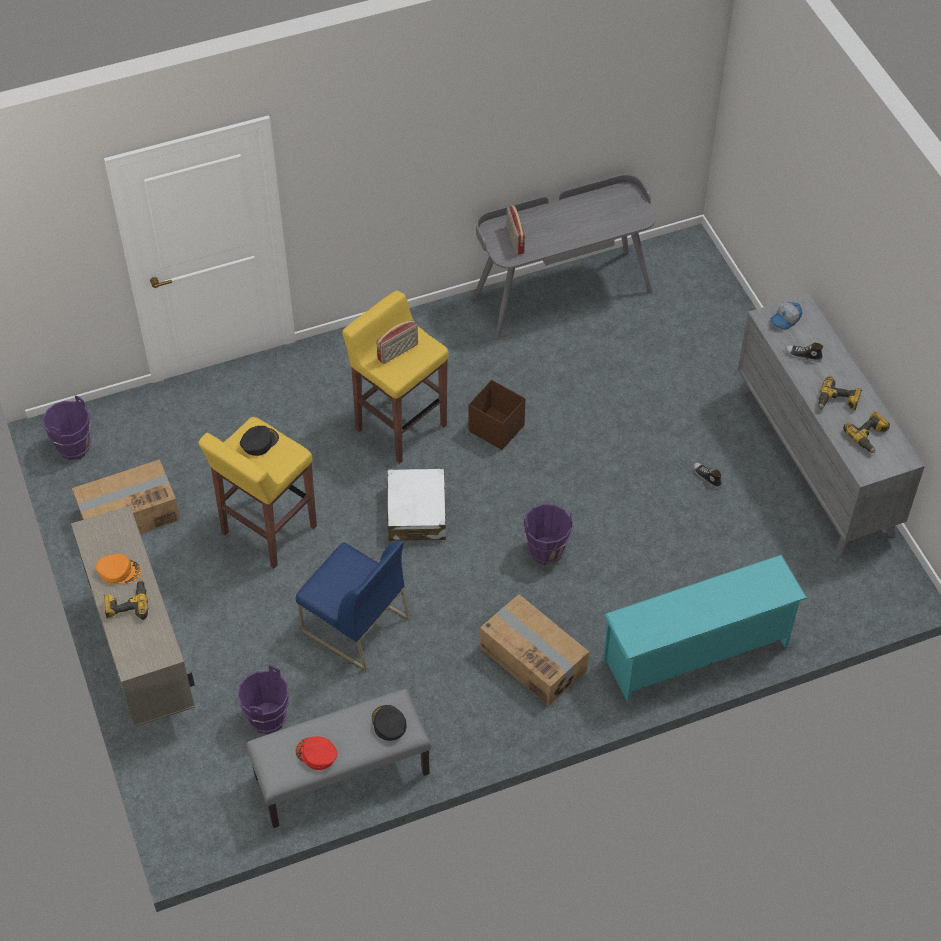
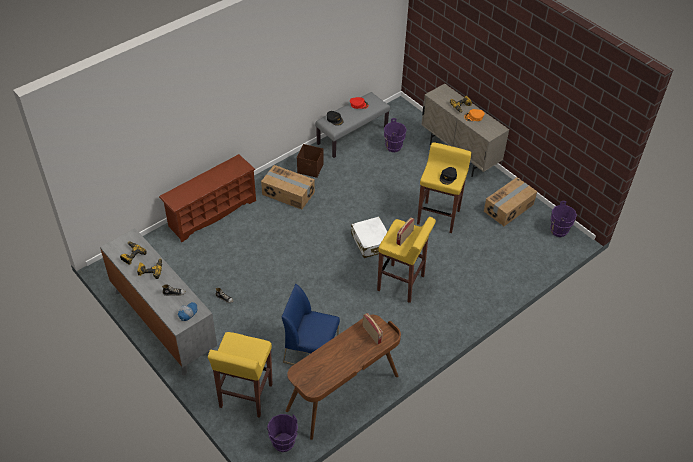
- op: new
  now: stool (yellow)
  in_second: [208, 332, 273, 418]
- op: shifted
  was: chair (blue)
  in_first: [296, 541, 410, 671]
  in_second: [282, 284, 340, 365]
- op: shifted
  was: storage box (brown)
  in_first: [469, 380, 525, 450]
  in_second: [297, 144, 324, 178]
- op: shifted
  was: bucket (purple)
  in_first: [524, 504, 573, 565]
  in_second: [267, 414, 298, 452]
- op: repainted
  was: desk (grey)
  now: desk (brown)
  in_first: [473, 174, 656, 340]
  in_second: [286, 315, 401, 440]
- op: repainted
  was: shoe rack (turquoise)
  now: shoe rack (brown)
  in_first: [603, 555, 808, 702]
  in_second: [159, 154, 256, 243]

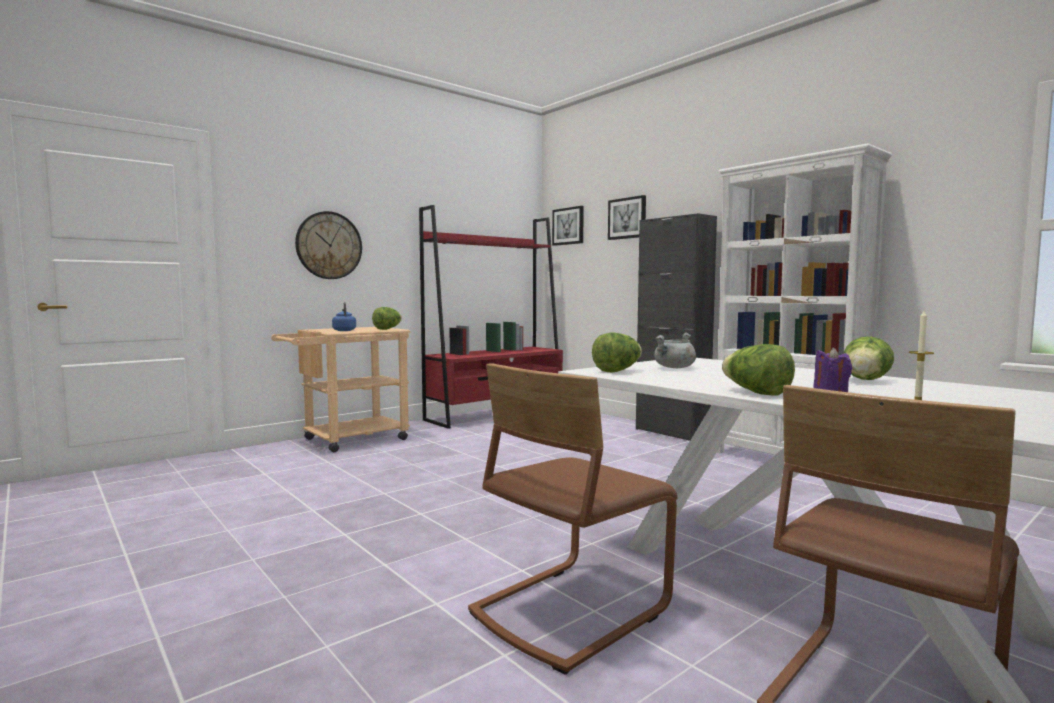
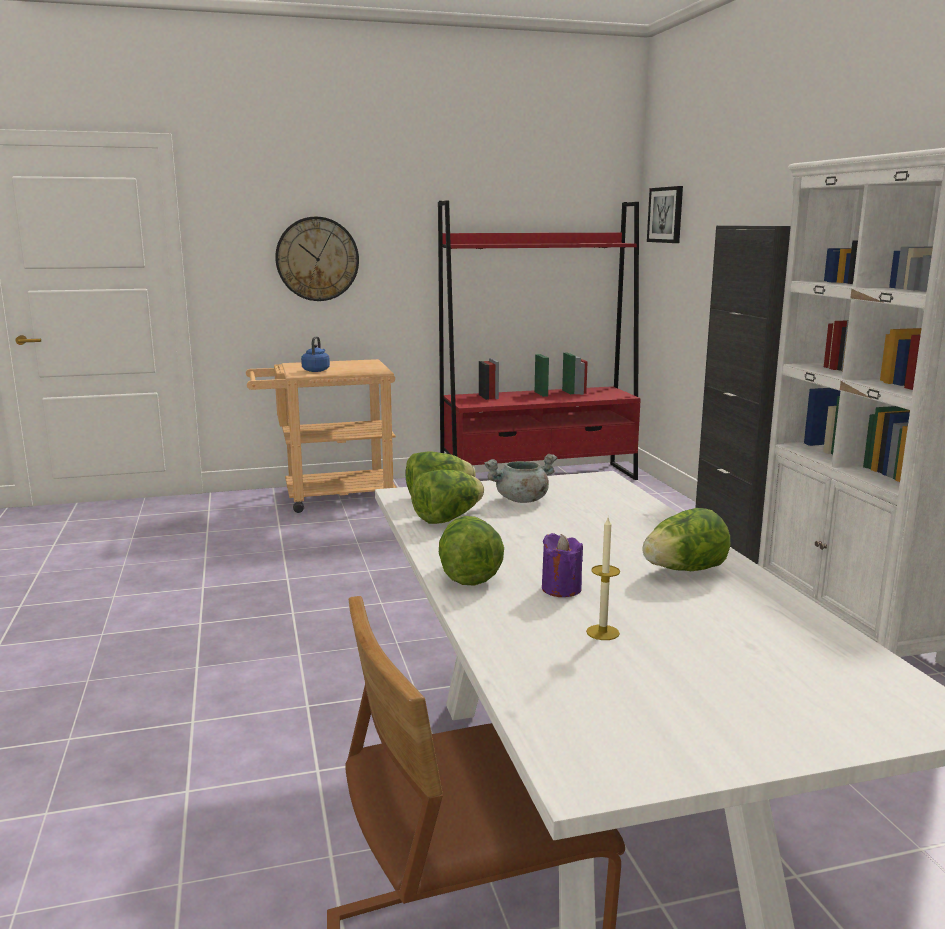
- op: gone
  was: chair (brown)
  in_first: [468, 363, 678, 675]
- op: gone
  was: picture
  in_first: [608, 195, 646, 240]
- op: shifted
  was: lettuce
  in_first: [372, 307, 402, 330]
  in_second: [411, 469, 484, 524]

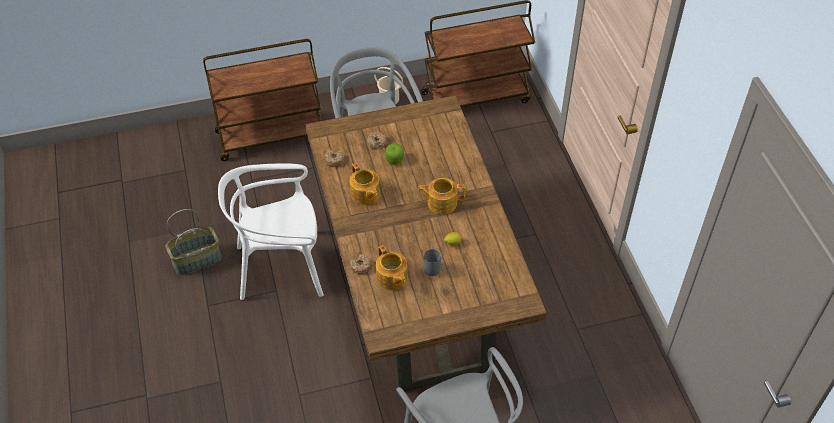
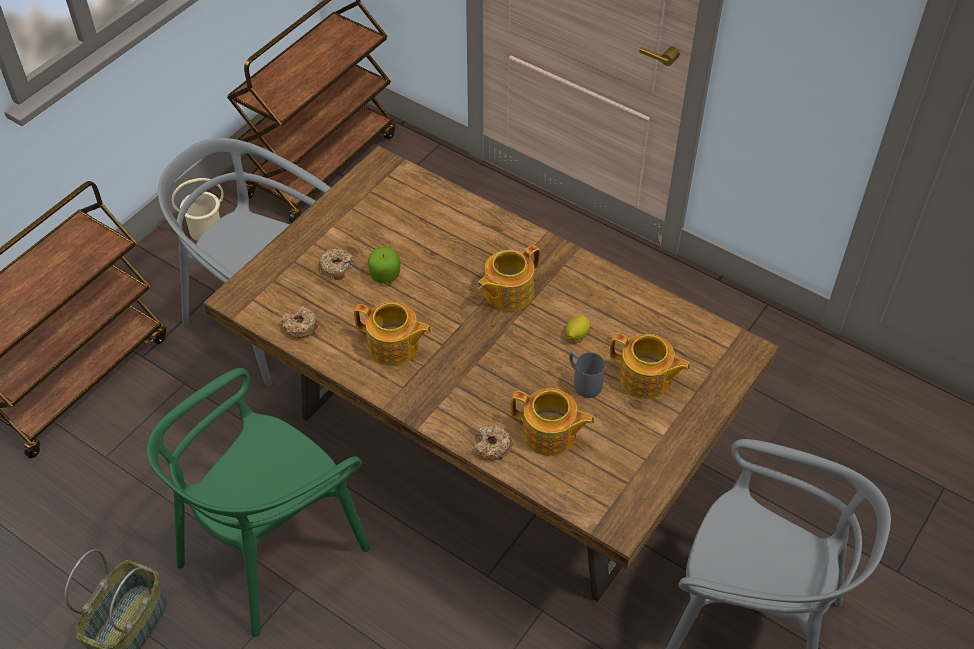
- op: new
  now: teapot
  in_second: [610, 333, 691, 399]
- op: repainted
  was: chair (white)
  now: chair (green)
  in_first: [218, 163, 324, 300]
  in_second: [147, 368, 371, 637]

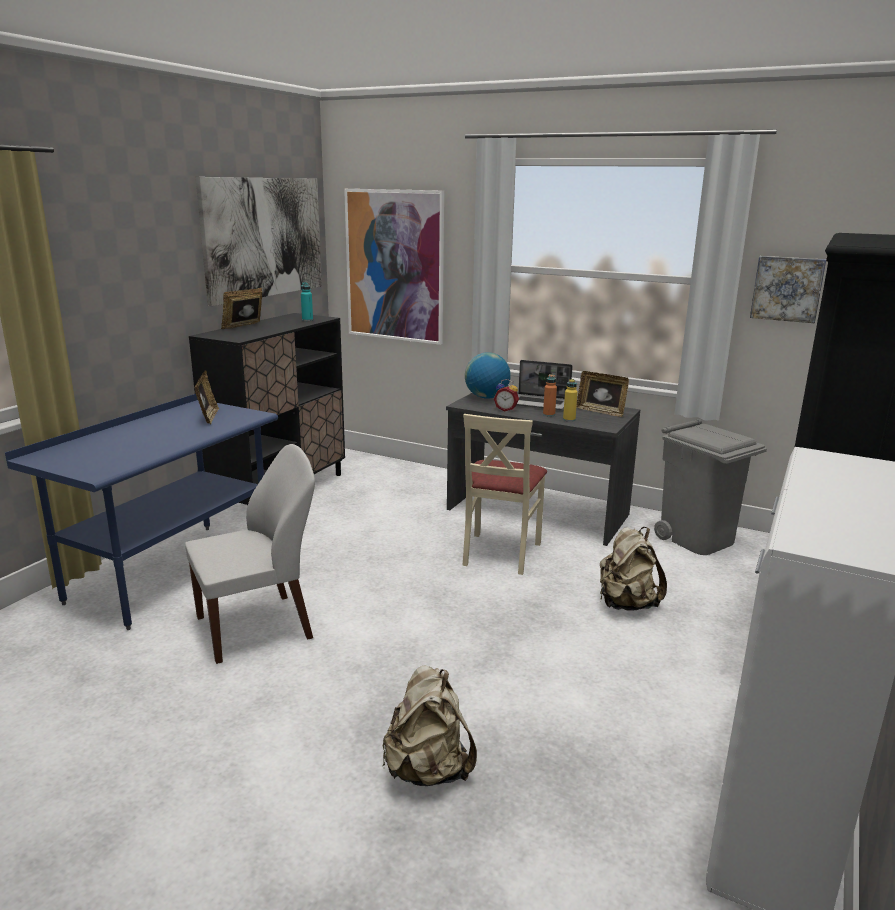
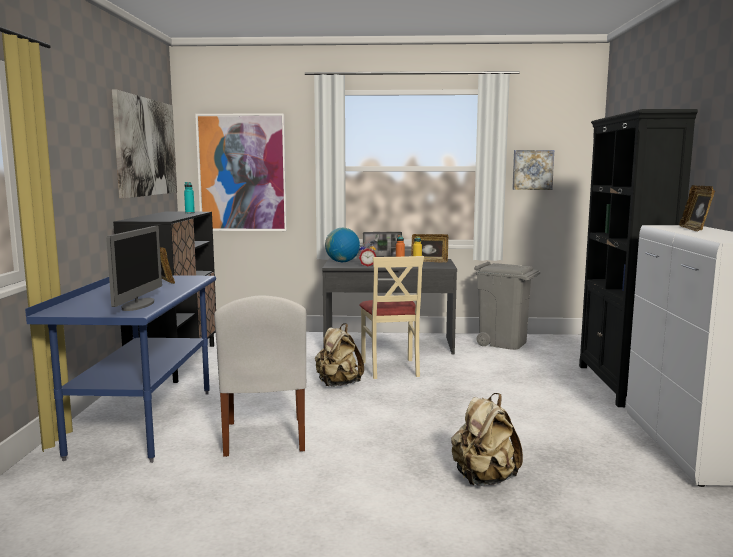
- op: new
  now: monitor
  in_second: [106, 226, 162, 311]
- op: shifted
  was: picture frame
  in_first: [221, 288, 262, 329]
  in_second: [679, 185, 715, 231]
- op: shifted
  was: backpack (beige)
  in_first: [600, 527, 667, 611]
  in_second: [315, 323, 364, 387]
- op: rotated
  was: chair (white)
  in_first: [185, 444, 315, 664]
  in_second: [214, 295, 307, 457]
  clockwise: 135

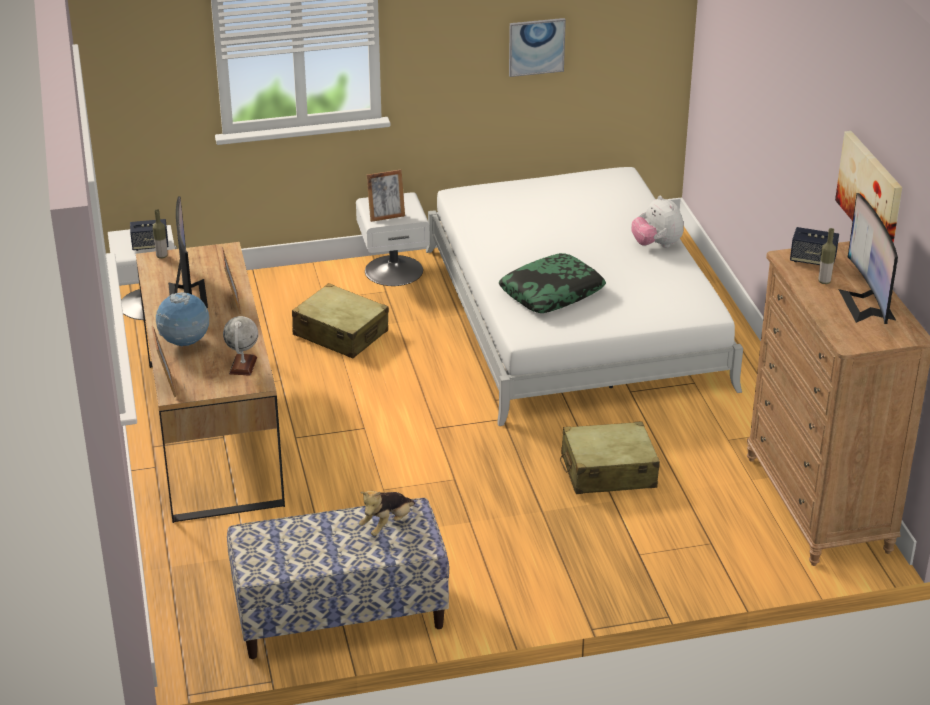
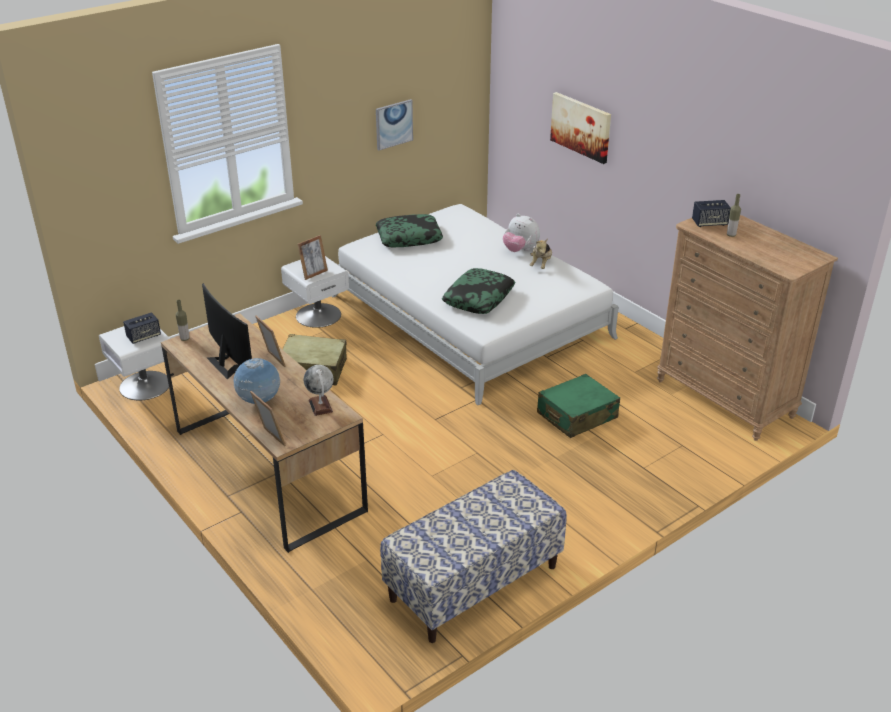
- op: gone
  was: monitor
  in_first: [838, 193, 898, 324]
- op: new
  now: pillow
  in_second: [376, 214, 443, 247]
- op: shifted
  was: plush toy
  in_first: [359, 491, 415, 536]
  in_second: [530, 239, 552, 269]
- op: shifted
  was: picture
  in_first: [835, 131, 902, 243]
  in_second: [550, 92, 611, 164]
- op: repainted
  was: suitcase (beige)
  now: suitcase (green)
  in_first: [560, 421, 660, 494]
  in_second: [537, 374, 620, 438]

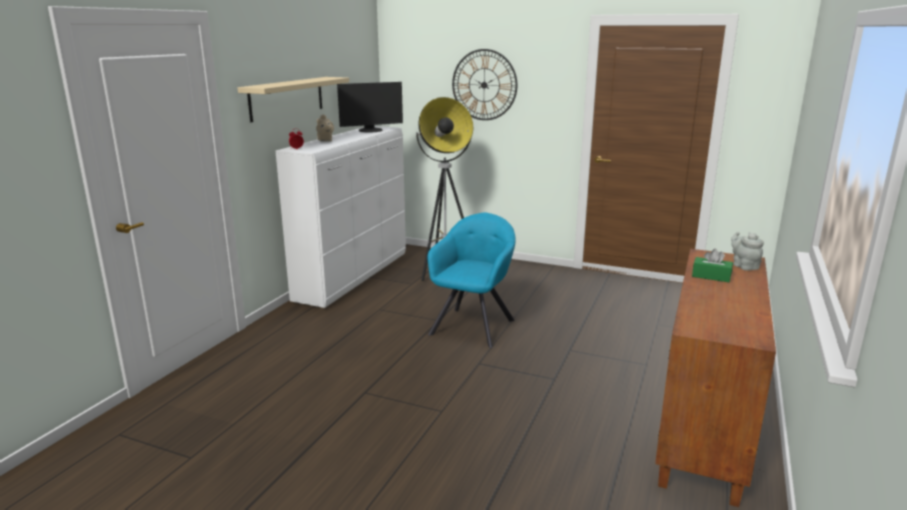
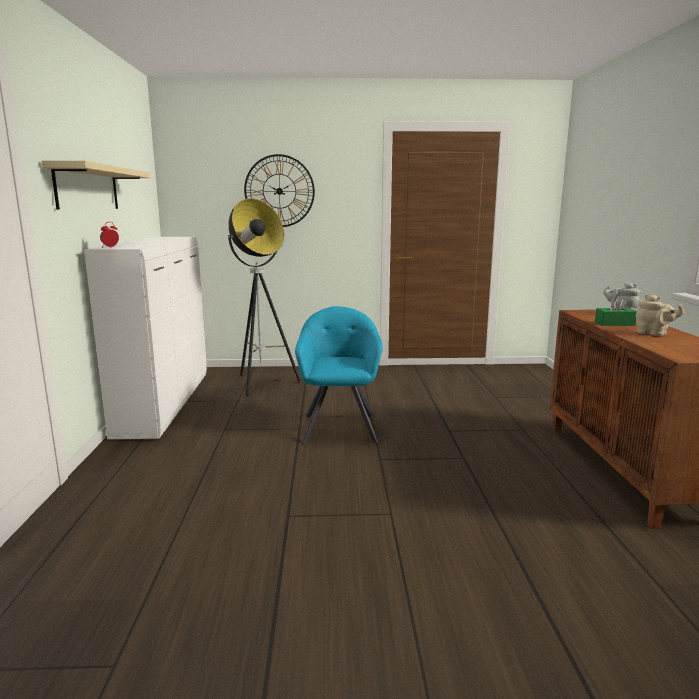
- op: gone
  was: monitor
  in_first: [337, 82, 403, 132]
- op: shifted
  was: teapot (beige)
  in_first: [316, 114, 334, 142]
  in_second: [636, 295, 684, 336]

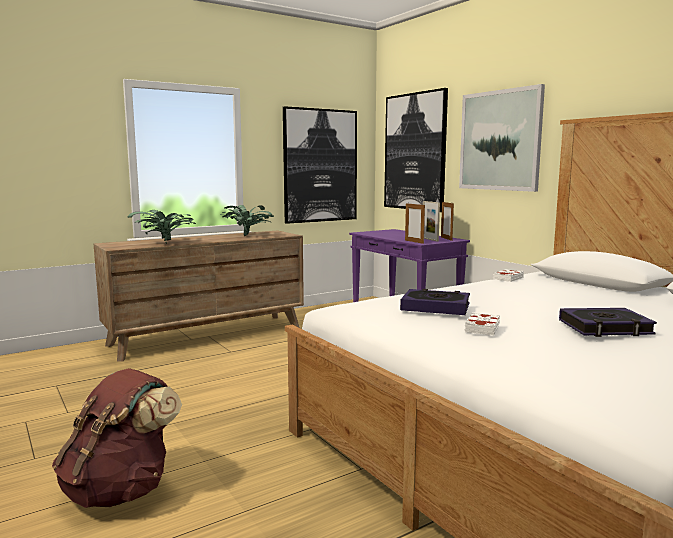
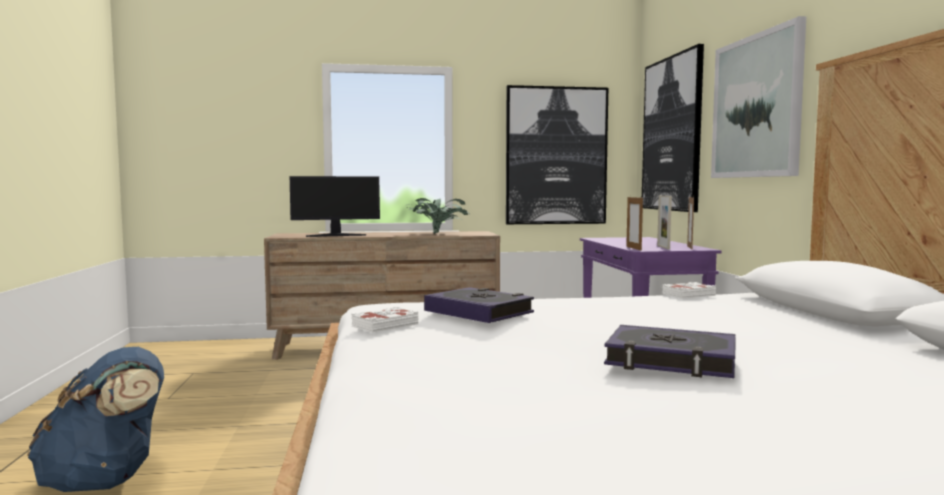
- op: shifted
  was: book (white)
  in_first: [465, 312, 500, 335]
  in_second: [351, 307, 418, 333]
- op: swapped
  was: potted plant
  now: monitor
  in_first: [127, 210, 196, 244]
  in_second: [290, 176, 380, 237]
- op: repainted
  was: backpack (brown)
  now: backpack (blue)
  in_first: [52, 368, 182, 508]
  in_second: [27, 347, 164, 492]

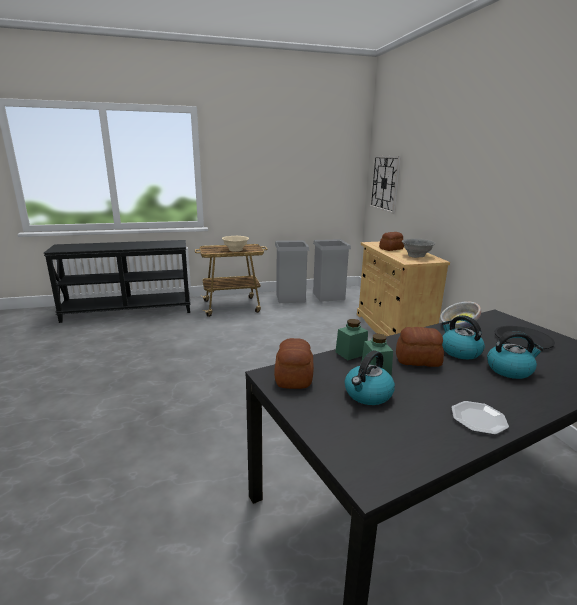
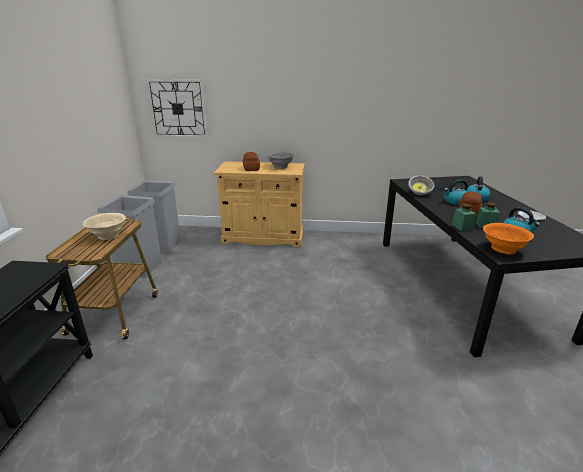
- op: swapped
  was: bread
  now: bowl (orange)
  in_first: [274, 338, 314, 389]
  in_second: [483, 223, 534, 254]

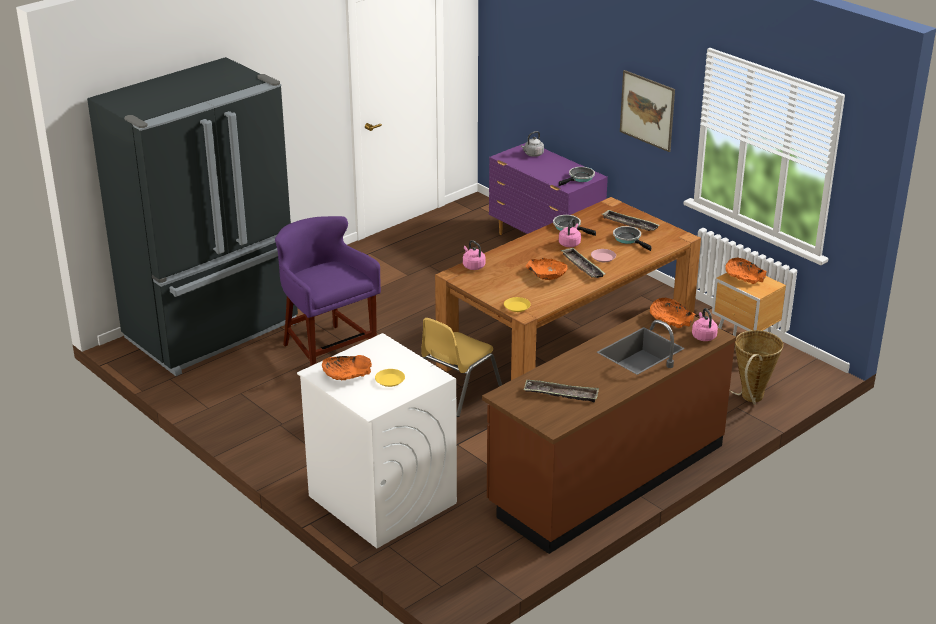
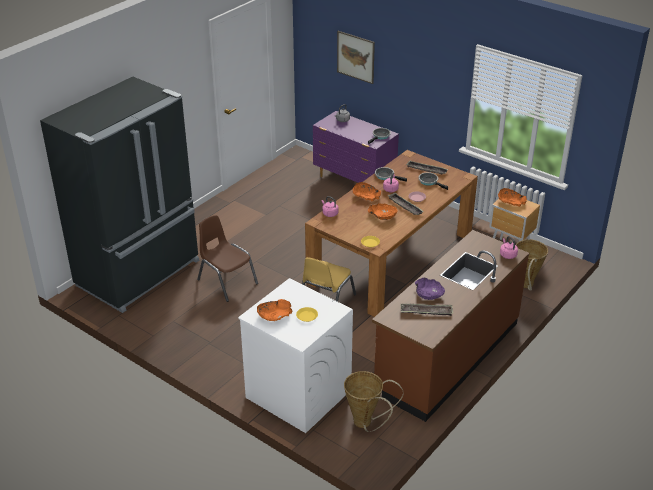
- op: new
  now: basket
  in_second: [344, 371, 403, 432]
- op: new
  now: bowl (purple)
  in_second: [415, 278, 445, 300]
- op: shifted
  was: picture
  in_first: [620, 70, 675, 152]
  in_second: [337, 31, 375, 84]
- op: shifted
  was: bowl (orange)
  in_first: [650, 297, 696, 328]
  in_second: [353, 182, 381, 201]
- op: swapped
  was: stool (purple)
  now: chair (brown)
  in_first: [275, 216, 381, 366]
  in_second: [197, 215, 258, 302]

